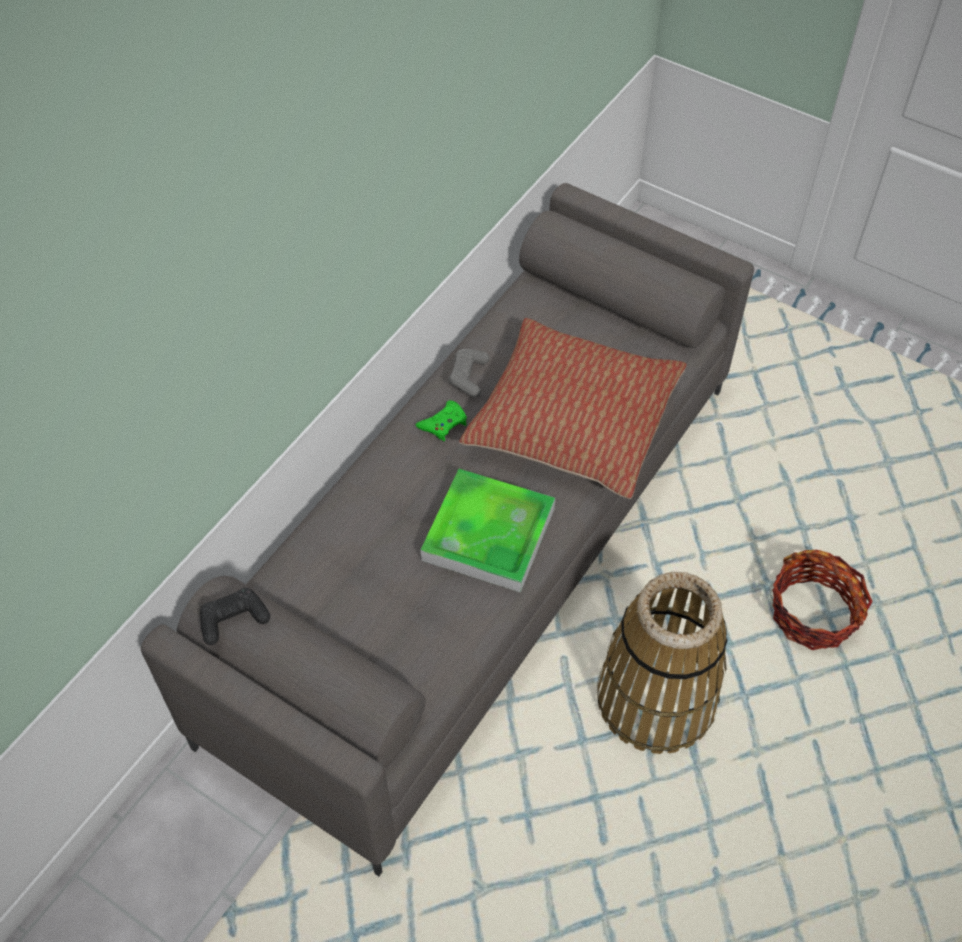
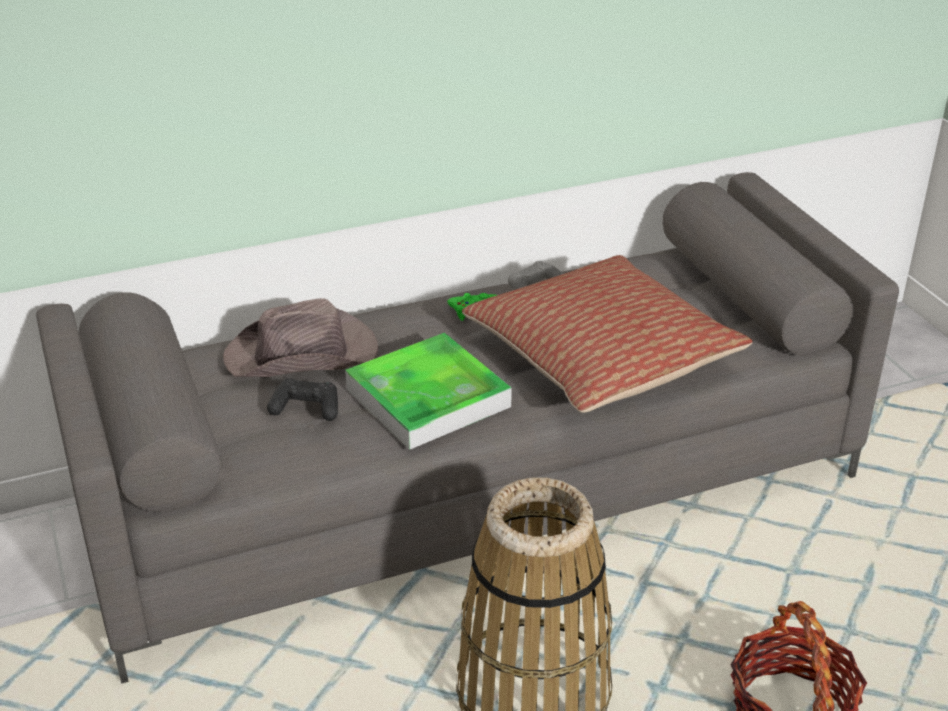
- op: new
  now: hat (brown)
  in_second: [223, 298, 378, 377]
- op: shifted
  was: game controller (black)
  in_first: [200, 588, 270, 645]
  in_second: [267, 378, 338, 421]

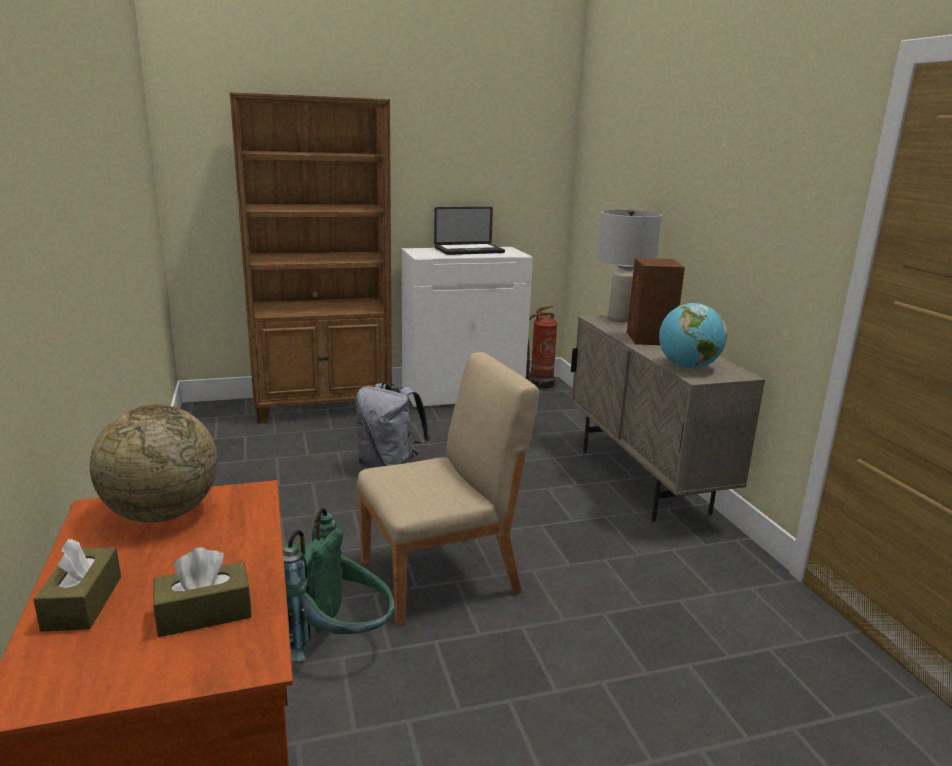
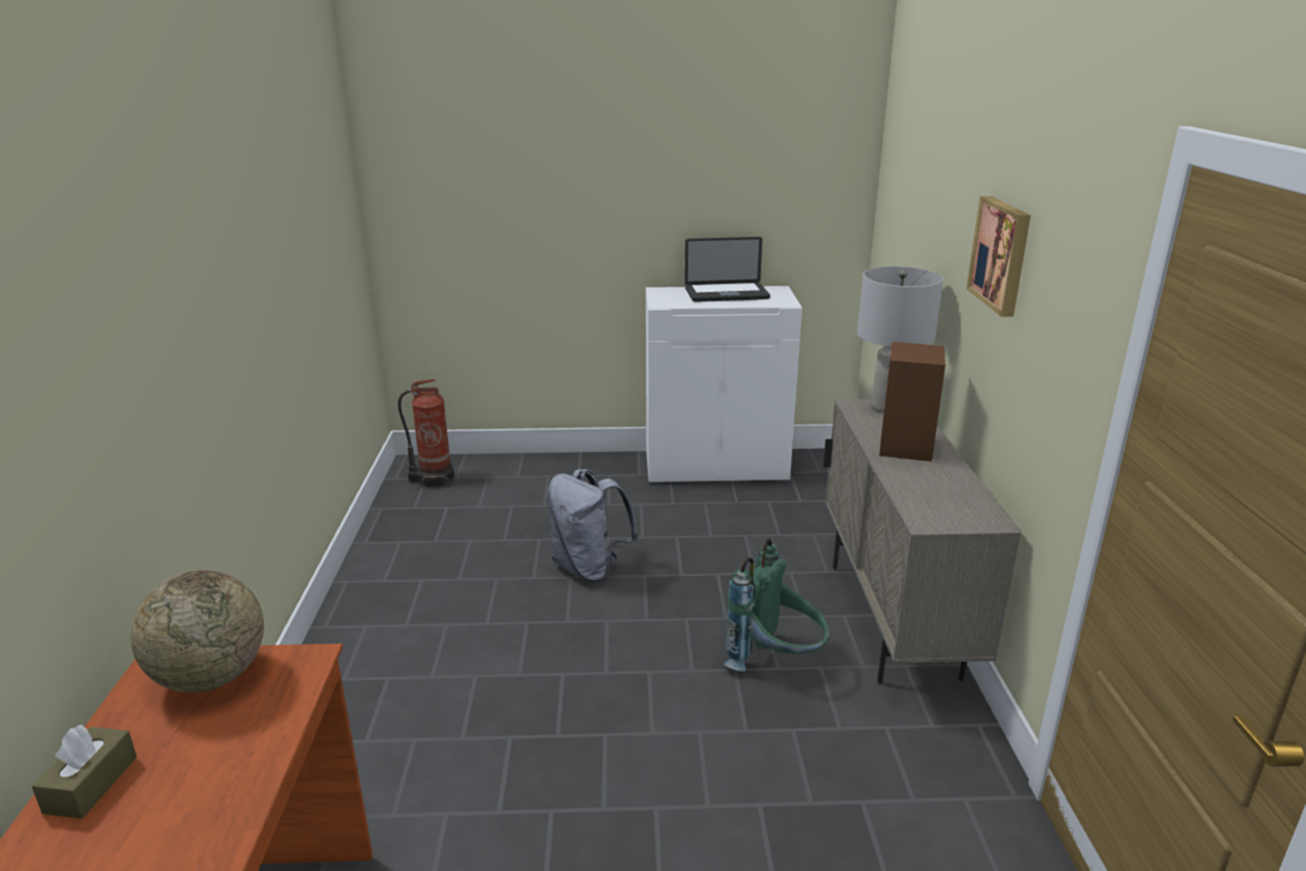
- op: gone
  was: tissue box (brown)
  in_first: [153, 547, 252, 637]
- op: gone
  was: bookcase (brown)
  in_first: [230, 92, 392, 424]
- op: gone
  was: chair (beige)
  in_first: [357, 352, 539, 626]
- op: gone
  was: globe
  in_first: [659, 303, 727, 369]
- op: new
  now: picture
  in_second: [966, 196, 1031, 317]
- op: shifted
  was: backpack (green)
  in_first: [283, 507, 395, 661]
  in_second: [724, 539, 830, 671]
- op: shifted
  was: fire extinguisher
  in_first: [526, 306, 558, 389]
  in_second: [398, 379, 454, 487]

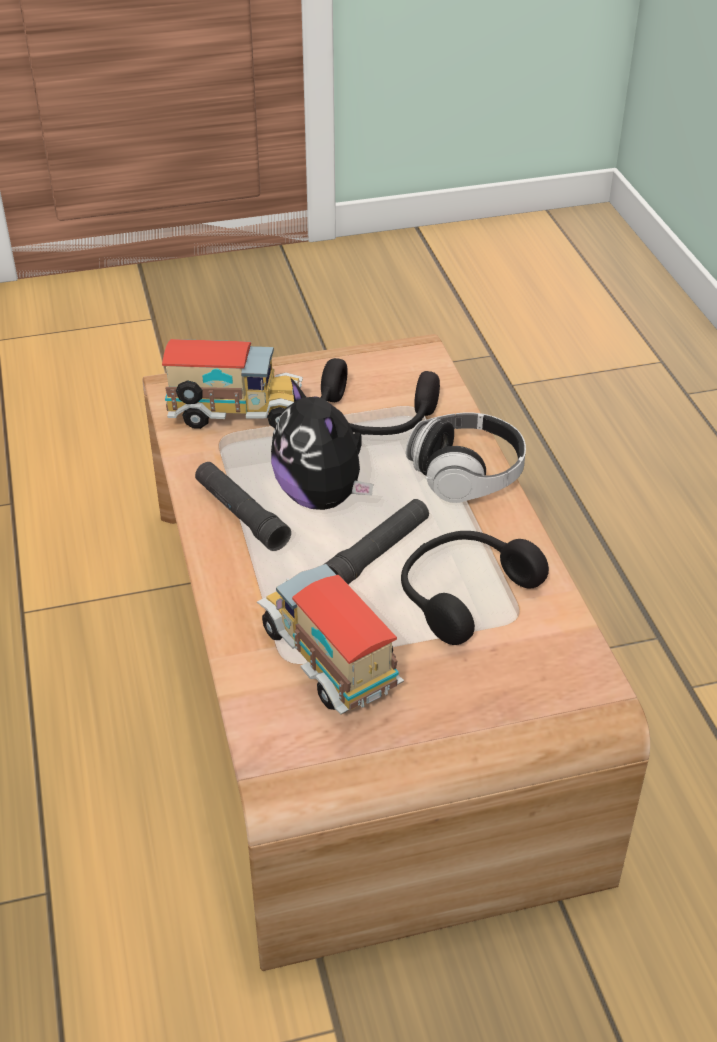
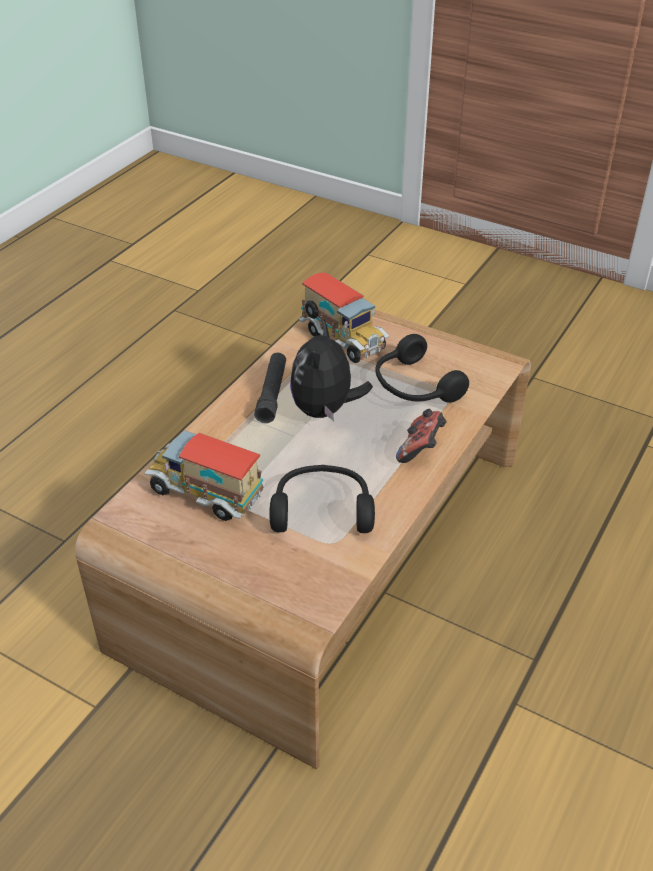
- op: gone
  was: flashlight (black)
  in_first: [325, 499, 429, 584]
- op: swapped
  was: headphones
  now: game controller
  in_first: [406, 412, 526, 503]
  in_second: [396, 409, 446, 463]
- op: rotated
  was: toy truck
  in_first: [257, 564, 404, 715]
  in_second: [144, 430, 265, 521]
  clockwise: -75

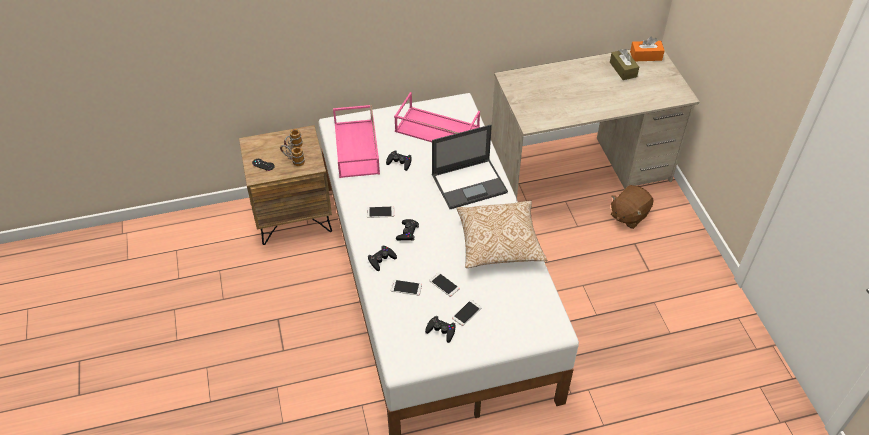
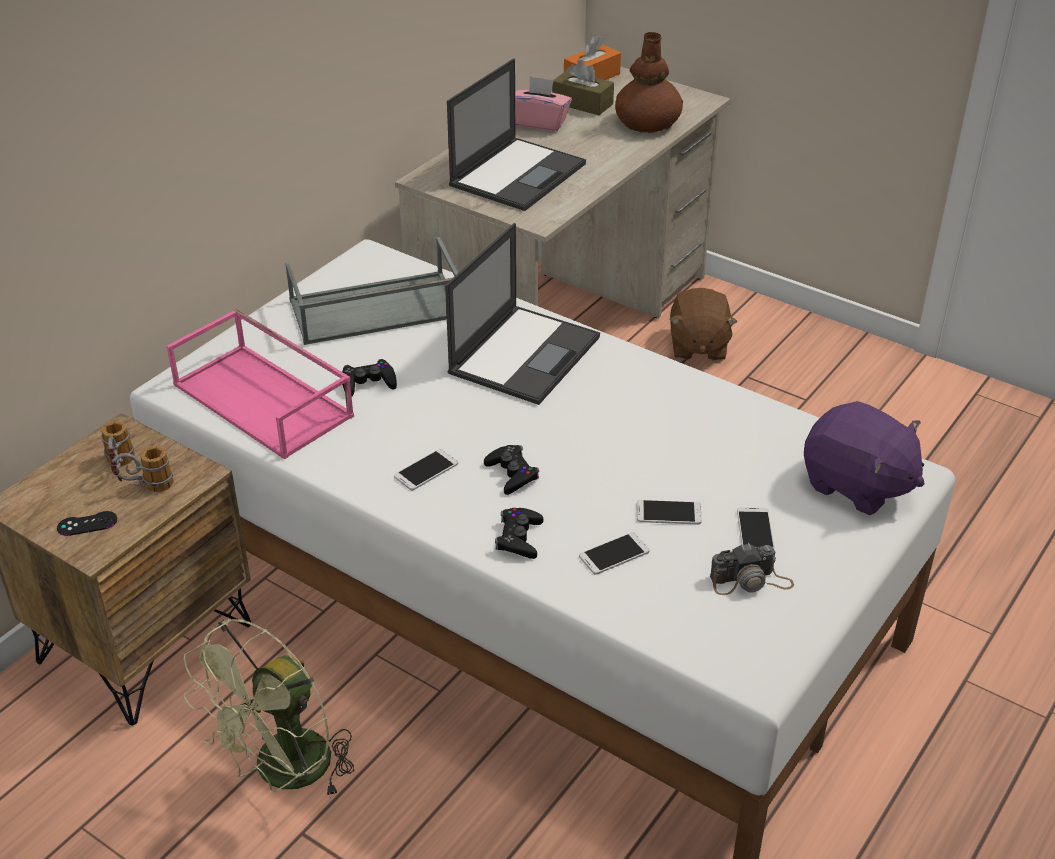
- op: gone
  was: pillow
  in_first: [457, 201, 547, 268]
- op: new
  now: fan (green)
  in_second: [184, 619, 354, 799]
- op: new
  now: laptop
  in_second: [447, 59, 586, 211]
- op: new
  now: tissue box (pink)
  in_second: [515, 76, 572, 131]
- op: new
  now: vase (brown)
  in_second: [615, 32, 683, 133]
- op: new
  now: plush toy (purple)
  in_second: [804, 401, 924, 515]
- op: swapped
  was: game controller (black)
  now: photo camera
  in_first: [425, 316, 455, 343]
  in_second: [710, 543, 794, 595]
- op: repainted
  was: tray (pink)
  now: tray (grey)
  in_first: [394, 92, 480, 142]
  in_second: [285, 237, 458, 345]

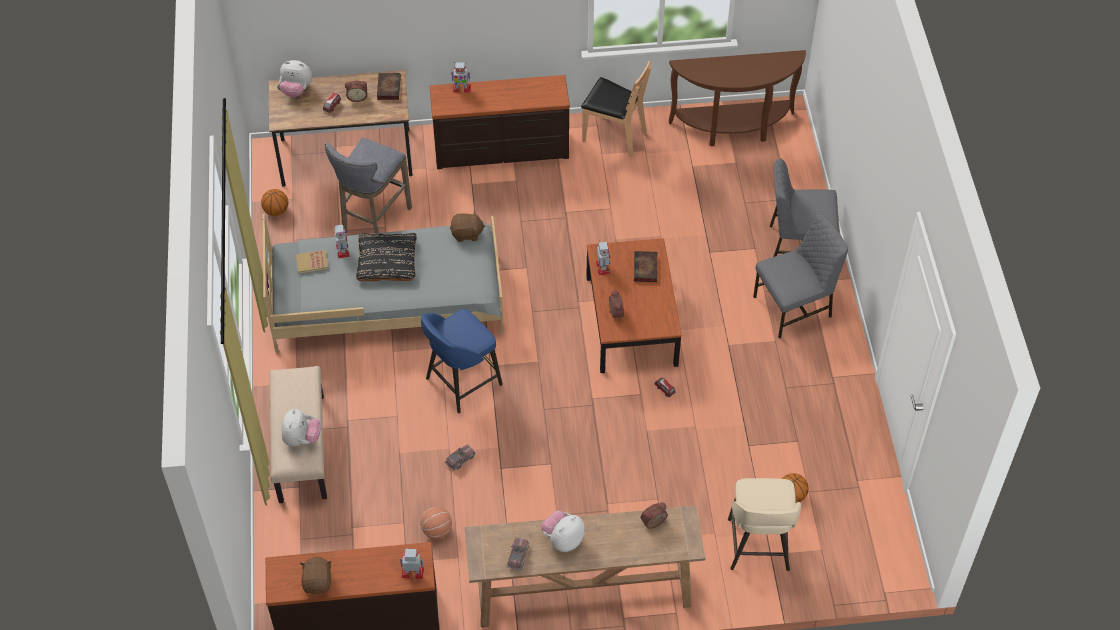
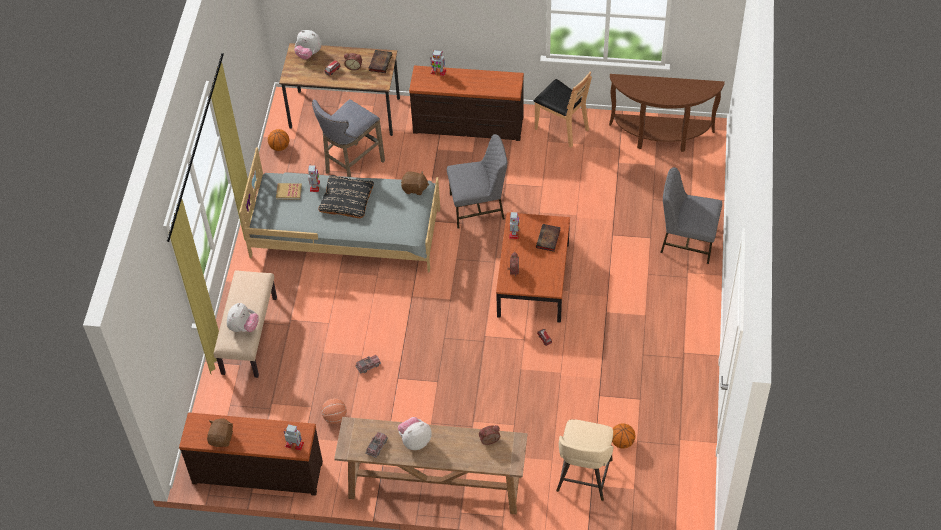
- op: gone
  was: stool (blue)
  in_first: [421, 309, 503, 413]
- op: shifted
  was: chair (grey)
  in_first: [753, 214, 848, 339]
  in_second: [447, 134, 507, 228]

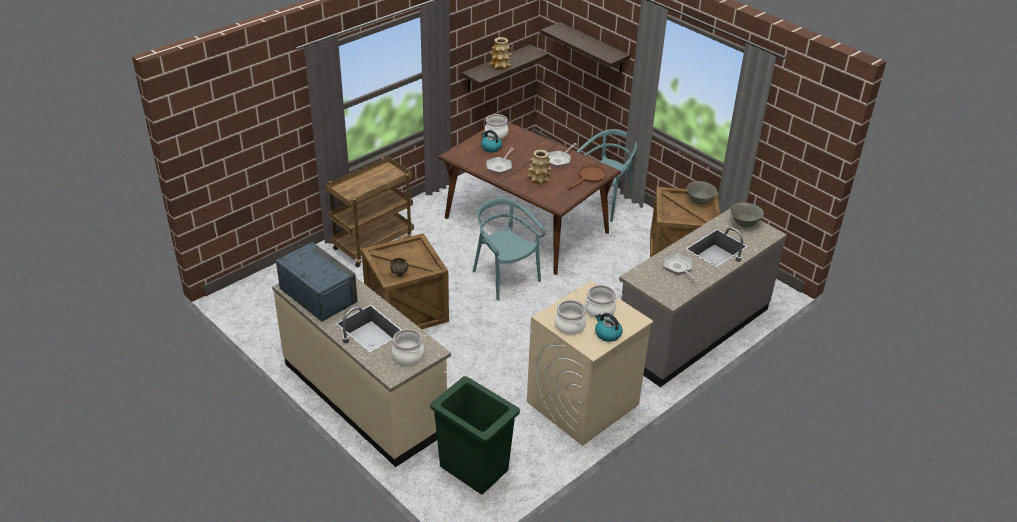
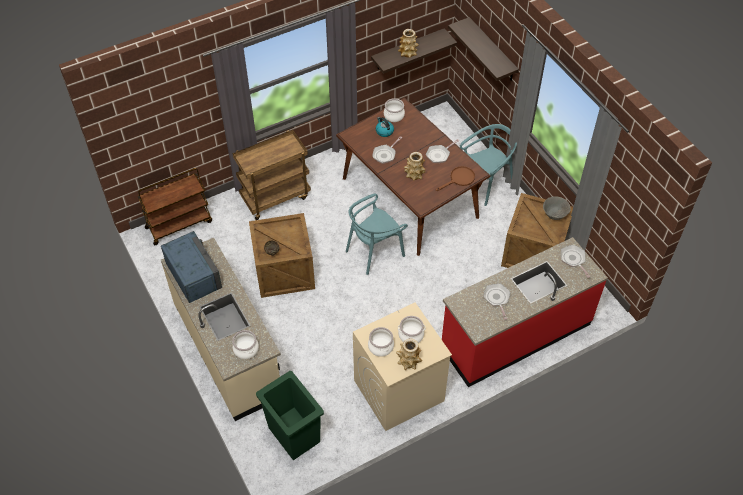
- op: new
  now: cart (brown)
  in_second: [138, 168, 212, 245]
- op: swapped
  was: kettle
  now: vase
  in_first: [595, 313, 622, 342]
  in_second: [396, 339, 422, 370]
- op: swapped
  was: bowl (grey)
  now: frying pan
  in_first: [730, 203, 764, 228]
  in_second: [561, 245, 591, 278]
- op: repainted
  was: counter (grey)
  now: counter (red)
  in_first: [619, 209, 787, 387]
  in_second: [442, 237, 608, 387]
- op: rotated
  was: chair (turquoise)
  in_first: [473, 198, 545, 301]
  in_second: [346, 194, 408, 275]
  clockwise: -105

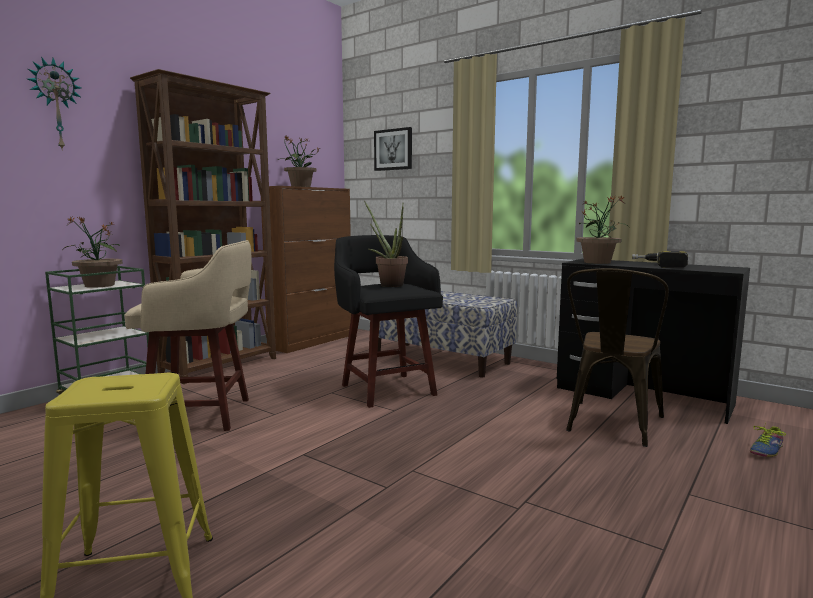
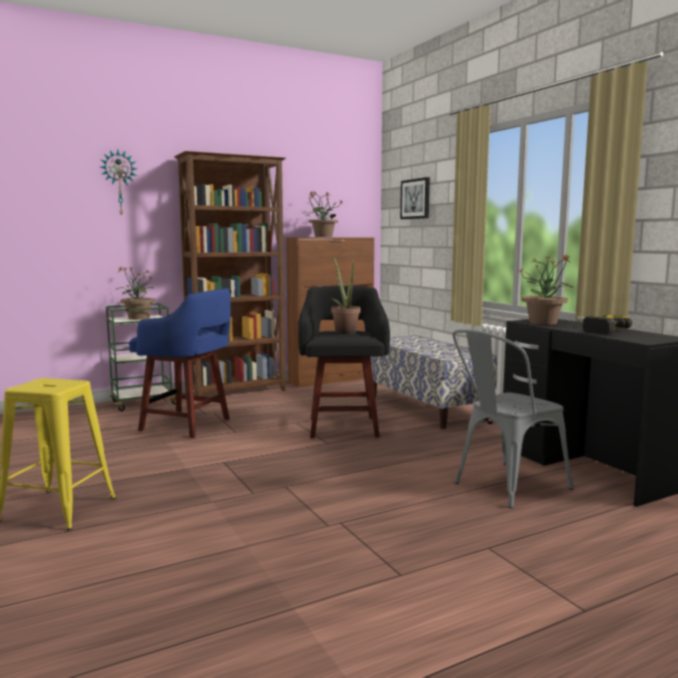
- op: gone
  was: shoe
  in_first: [750, 422, 786, 457]
- op: repainted
  was: stool (beige)
  now: stool (blue)
  in_first: [124, 240, 251, 431]
  in_second: [129, 288, 231, 438]
- op: repainted
  was: chair (brown)
  now: chair (grey)
  in_first: [566, 268, 669, 447]
  in_second: [453, 330, 573, 508]

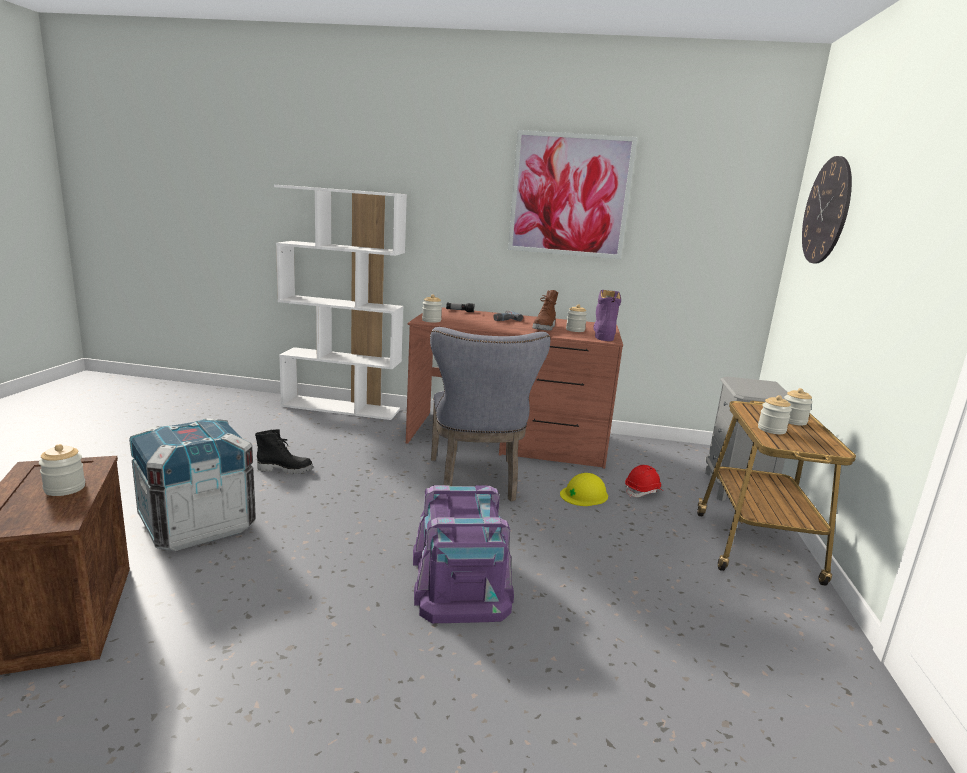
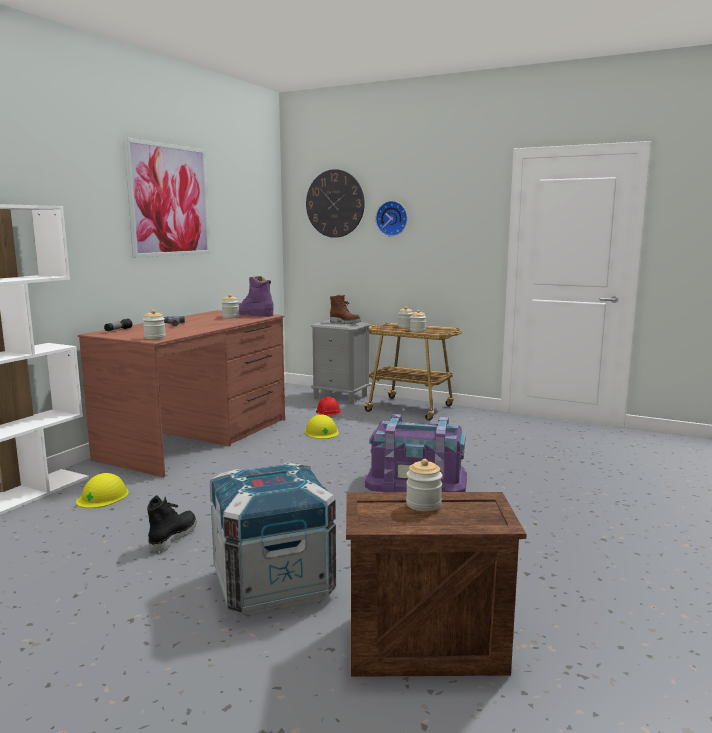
- op: gone
  was: chair (grey)
  in_first: [430, 327, 551, 502]
- op: new
  now: hard hat (yellow)
  in_second: [76, 473, 129, 508]
- op: new
  now: wall clock
  in_second: [376, 201, 407, 236]
- op: shifted
  was: boot (brown)
  in_first: [532, 290, 558, 331]
  in_second: [330, 295, 361, 324]

